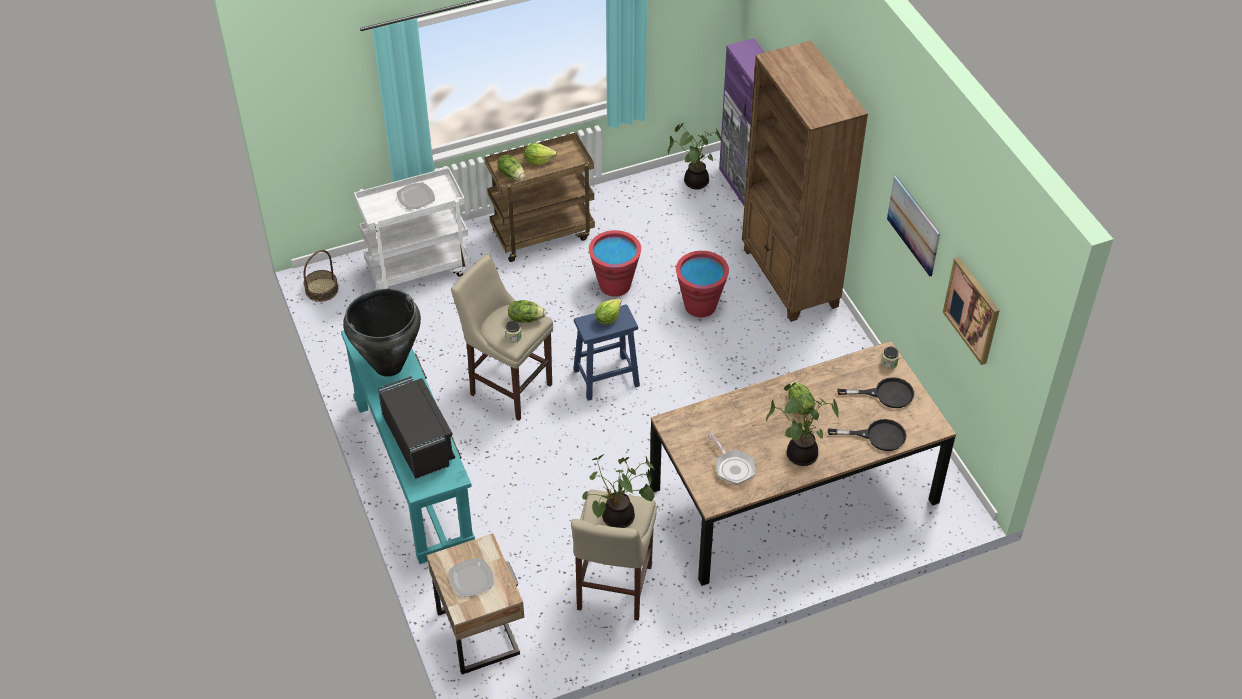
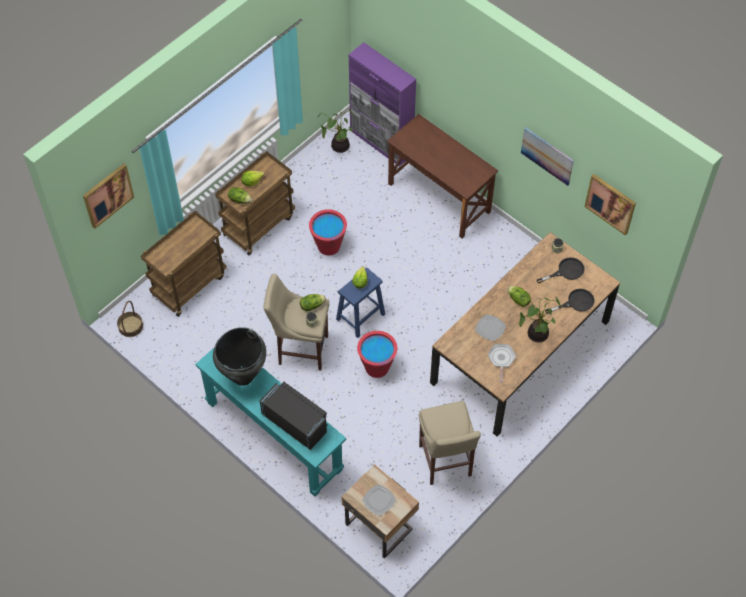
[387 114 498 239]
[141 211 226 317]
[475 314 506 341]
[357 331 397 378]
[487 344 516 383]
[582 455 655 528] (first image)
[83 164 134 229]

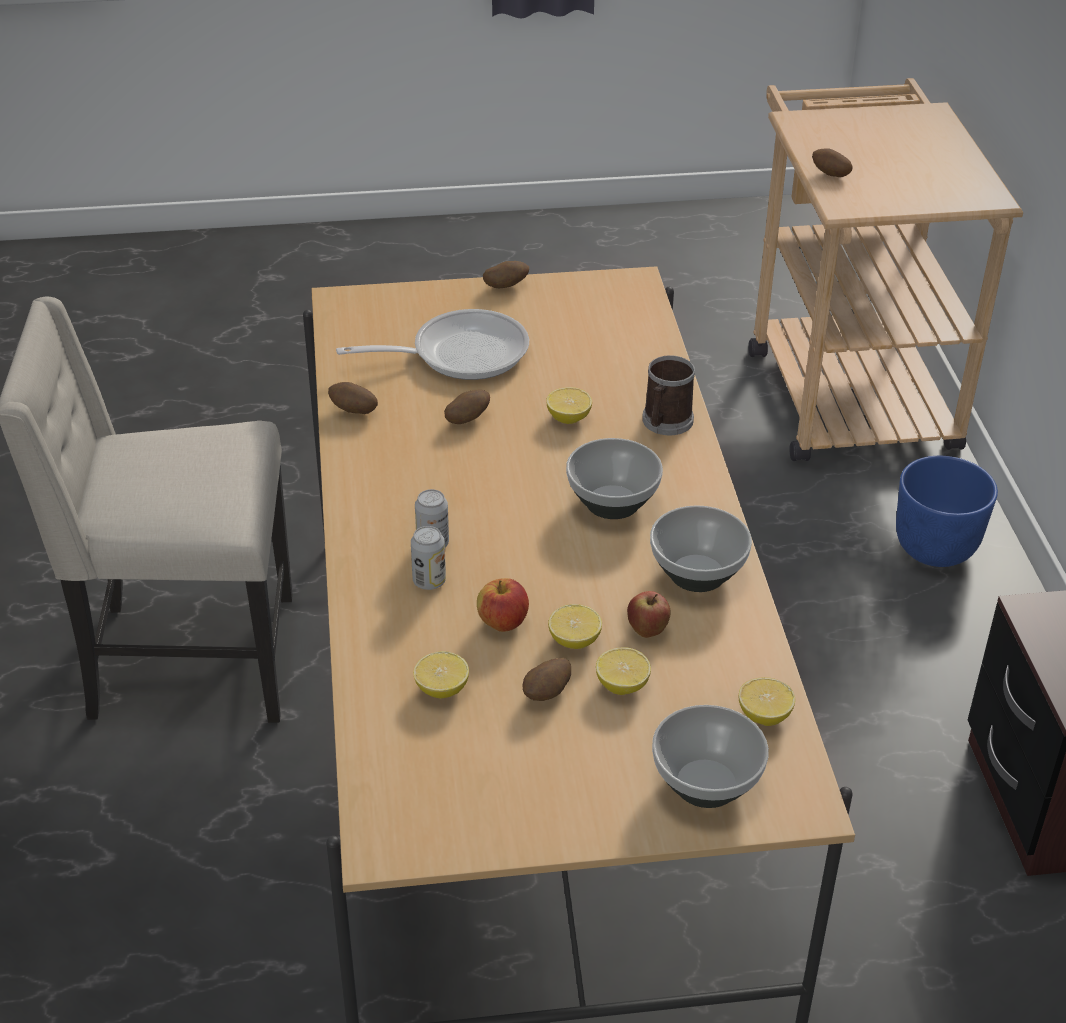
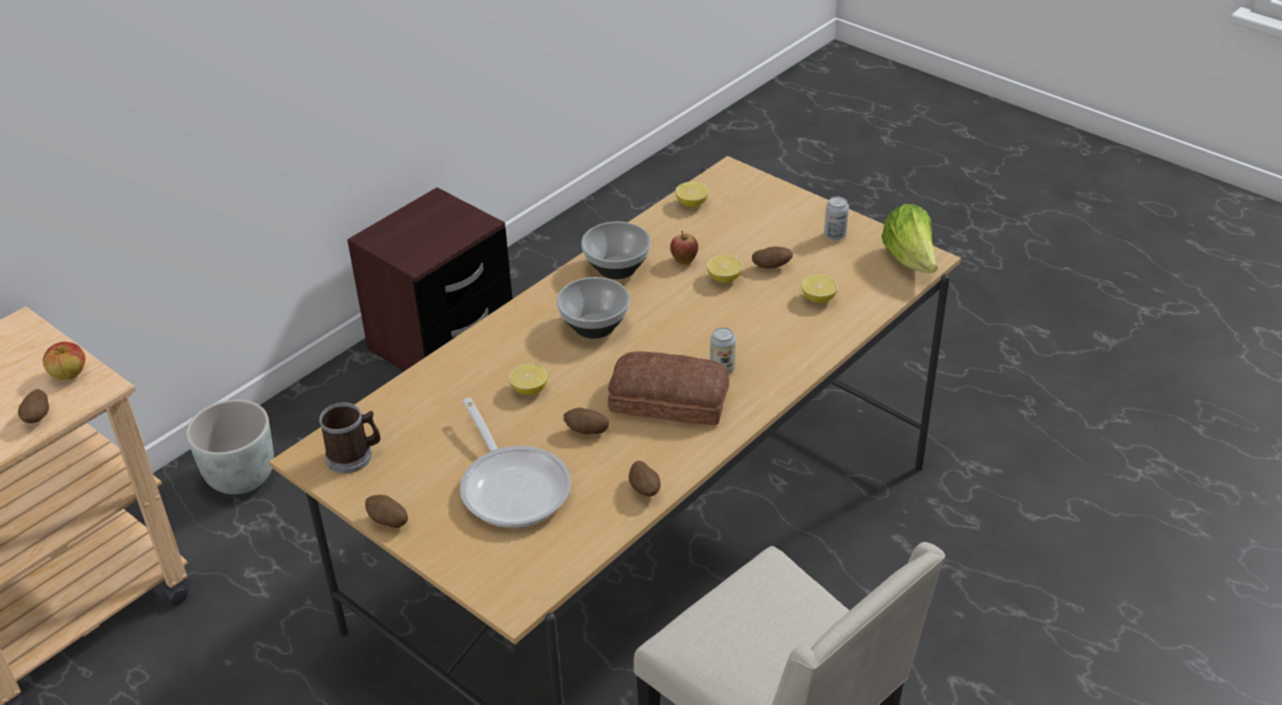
[460 398 571 528]
[319 403 380 473]
[186 399 274 494]
[824 196 849 240]
[43 342 85 380]
[596 648 651 695] (first image)
[652 705 769 808] (first image)
[882 204 938 273]
[608 351 729 425]

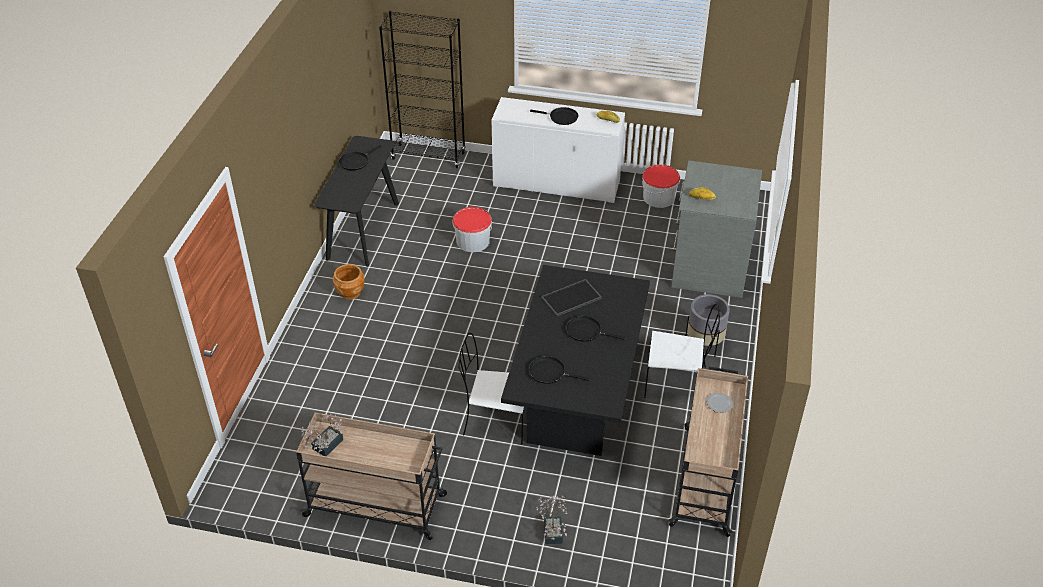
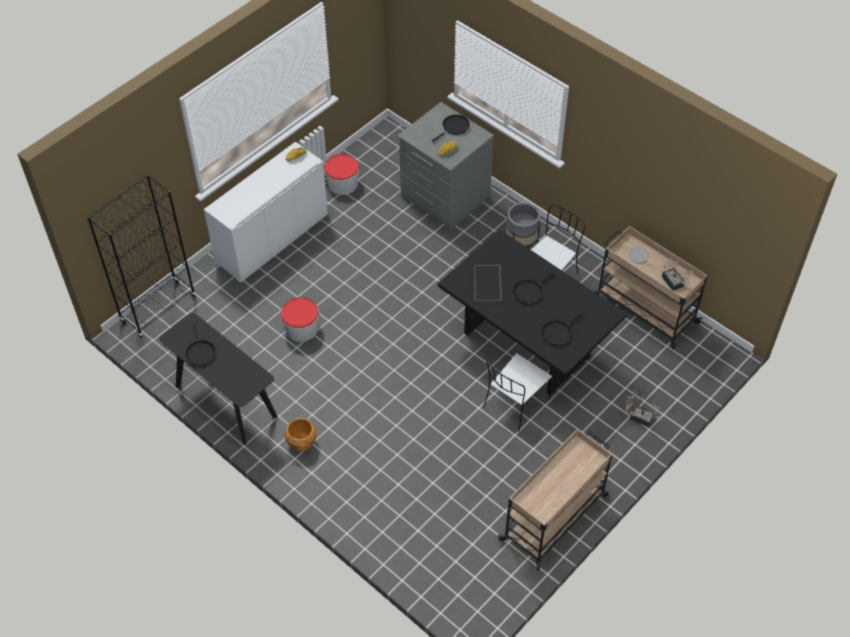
[432 114 470 142]
[660 258 694 291]

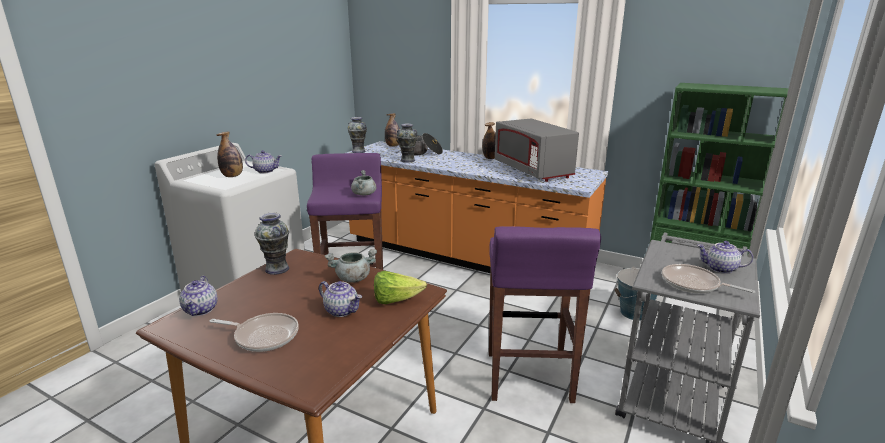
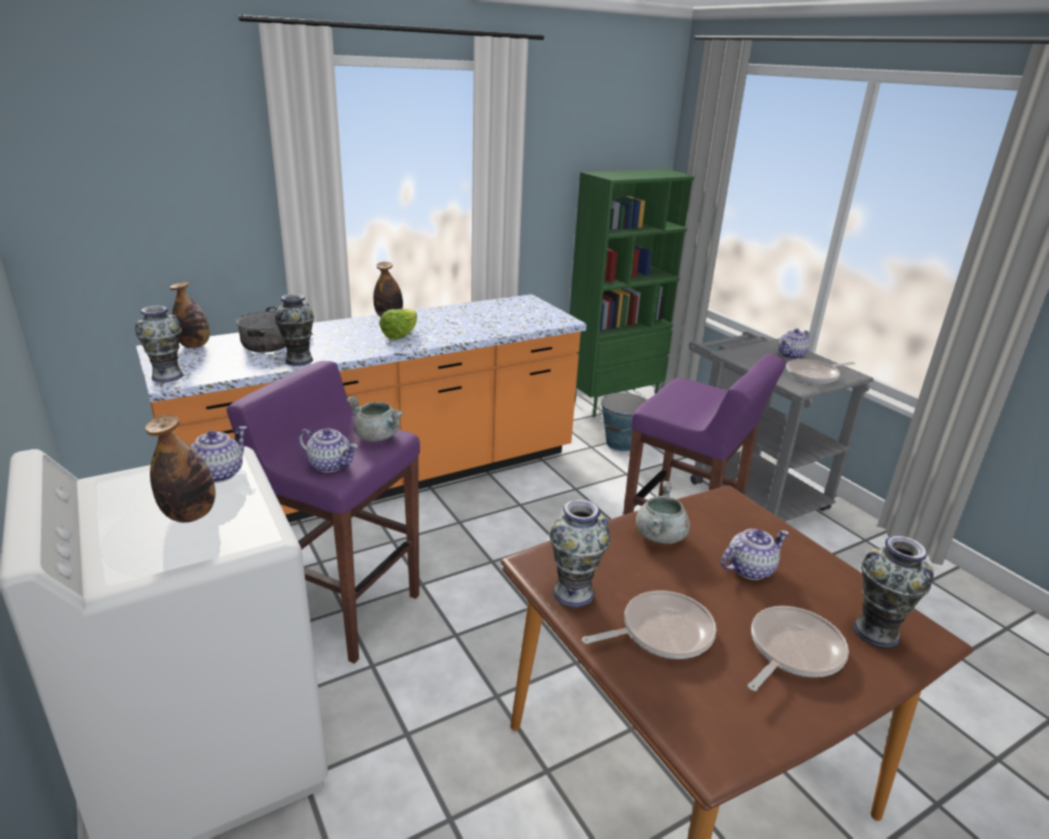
[495 119 579 182] (first image)
[379 309 417 339]
[298 428 358 472]
[853 536 934 648]
[582 591 716 659]

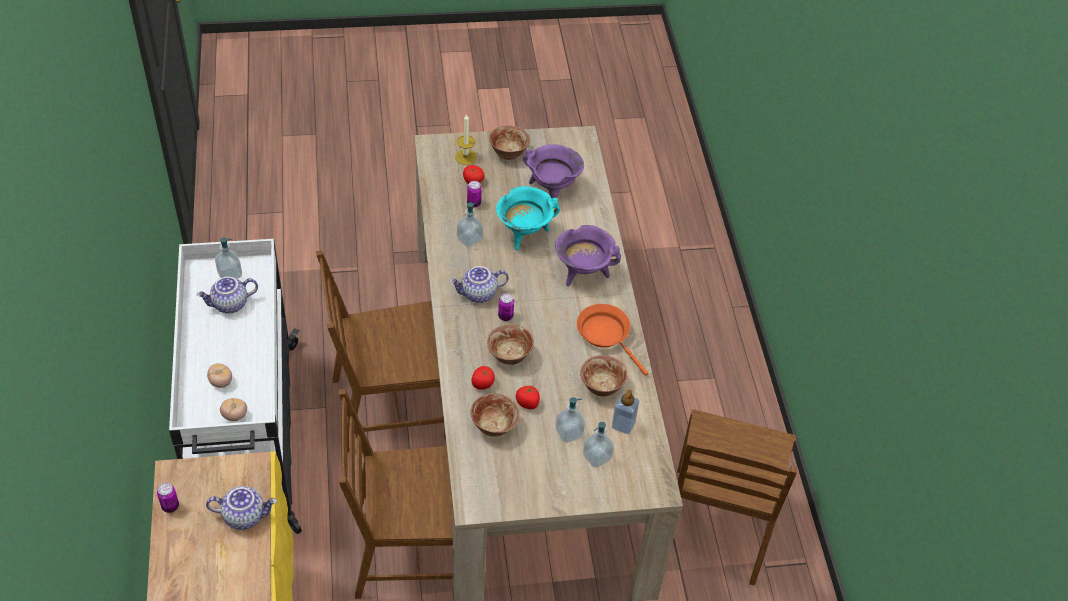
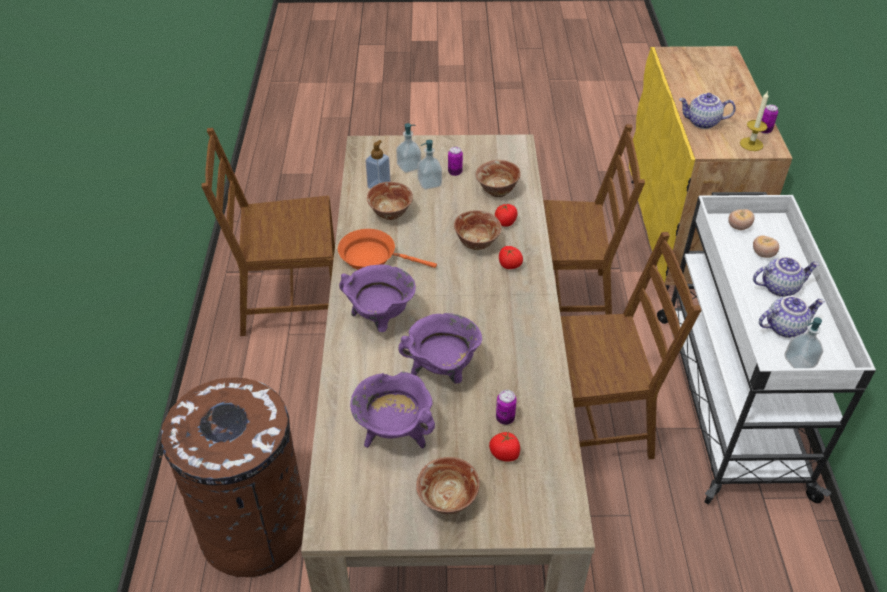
[740 91 769 151]
[398 313 482 384]
[457 202 483 247] (first image)
[753 257 819 297]
[448 147 463 176]
[338 229 437 270]
[499 246 523 269]
[201 128 335 336]
[159 377 306 577]

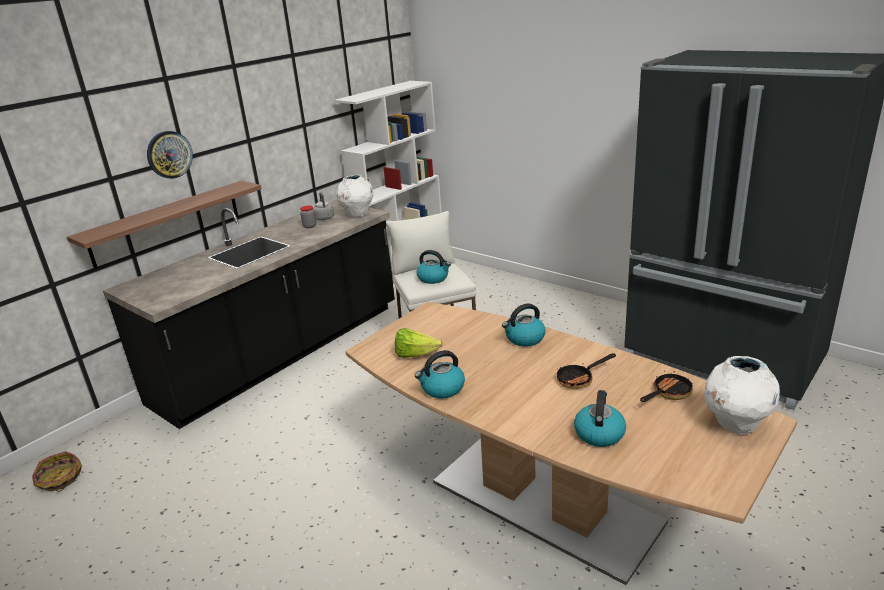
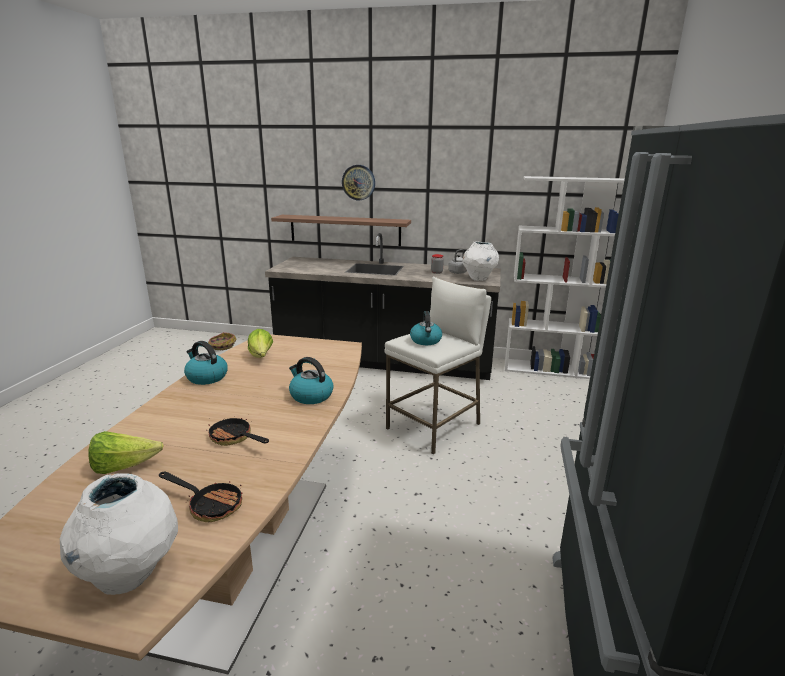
[88 431 164 474]

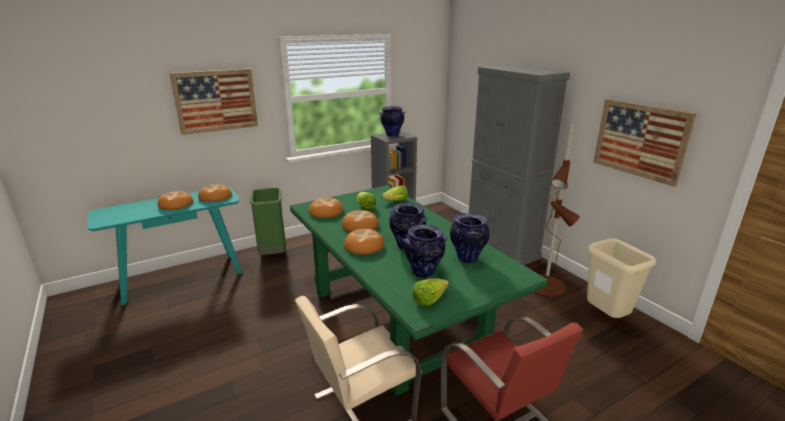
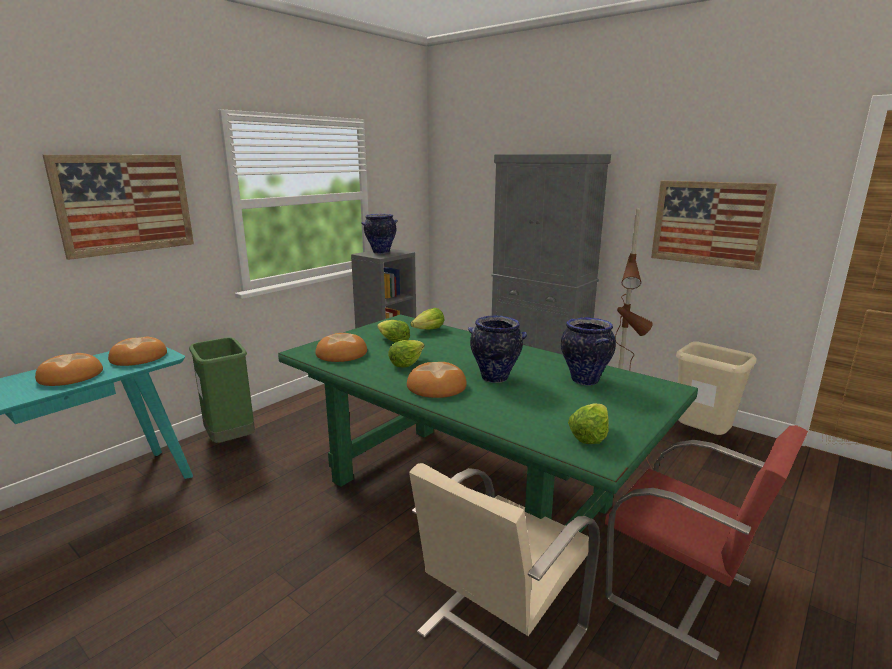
[388 340 425 368]
[403 224 447 278] (first image)

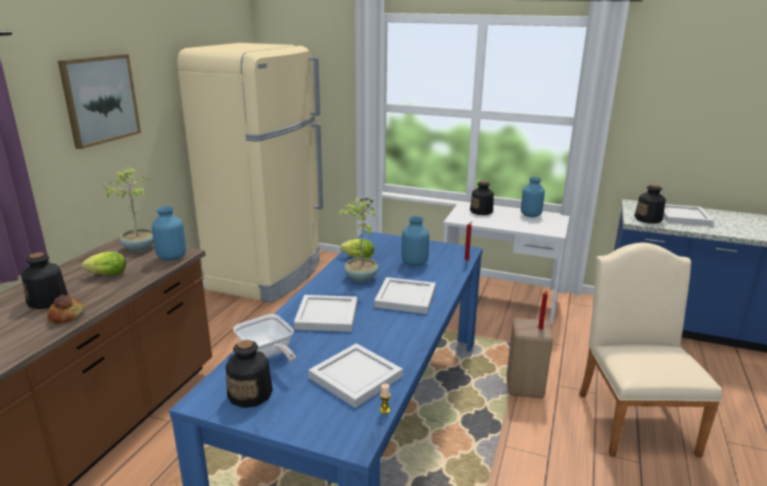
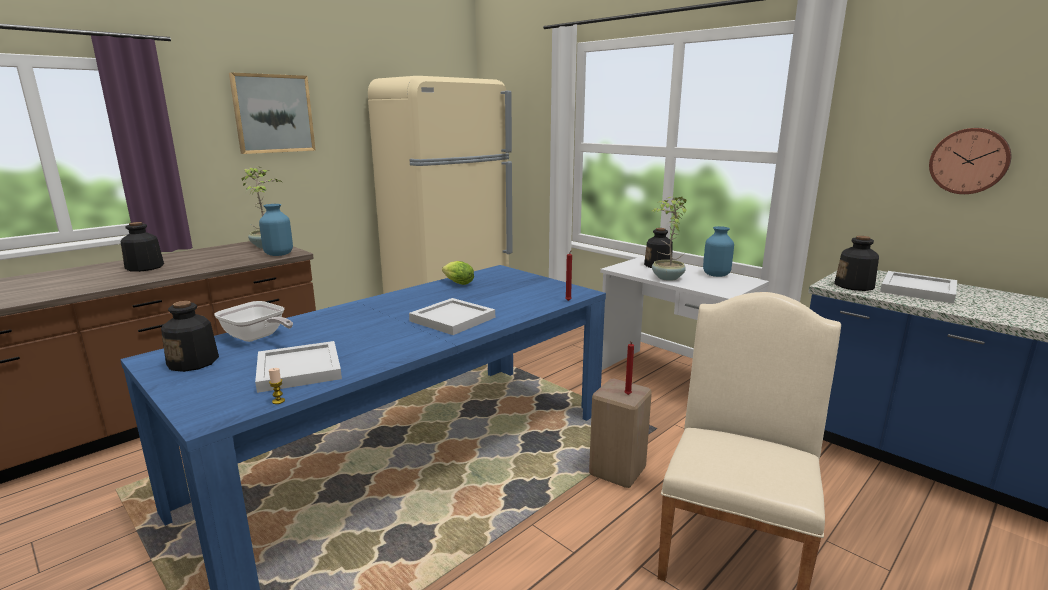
[652 197 687 281]
[401 216 429 266] (first image)
[82 251 126 275] (first image)
[47 295 84 324] (first image)
[294 295 357 332] (first image)
[214 301 293 342]
[929 128 1011 194]

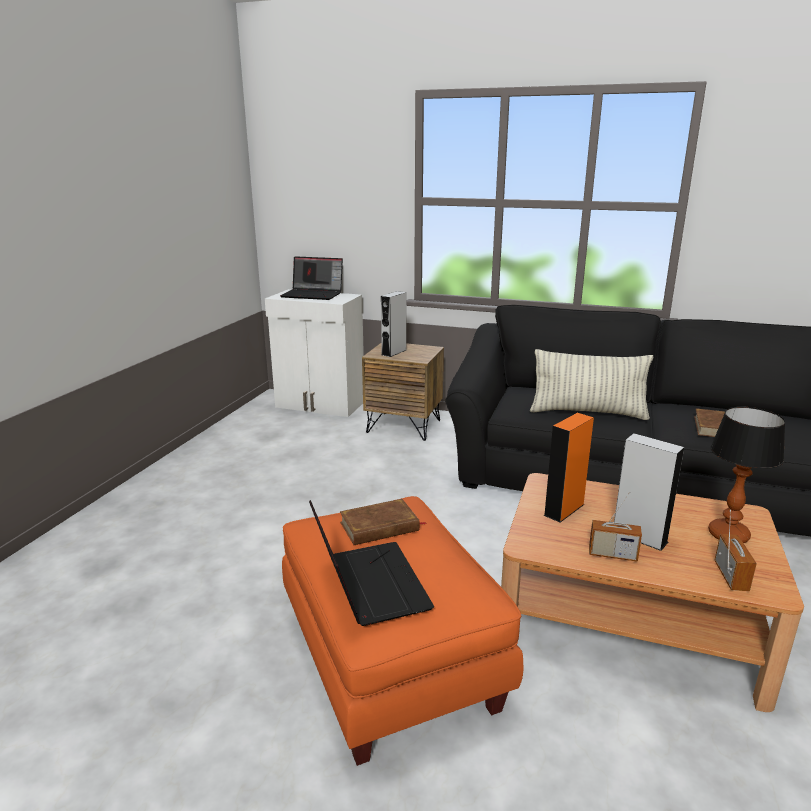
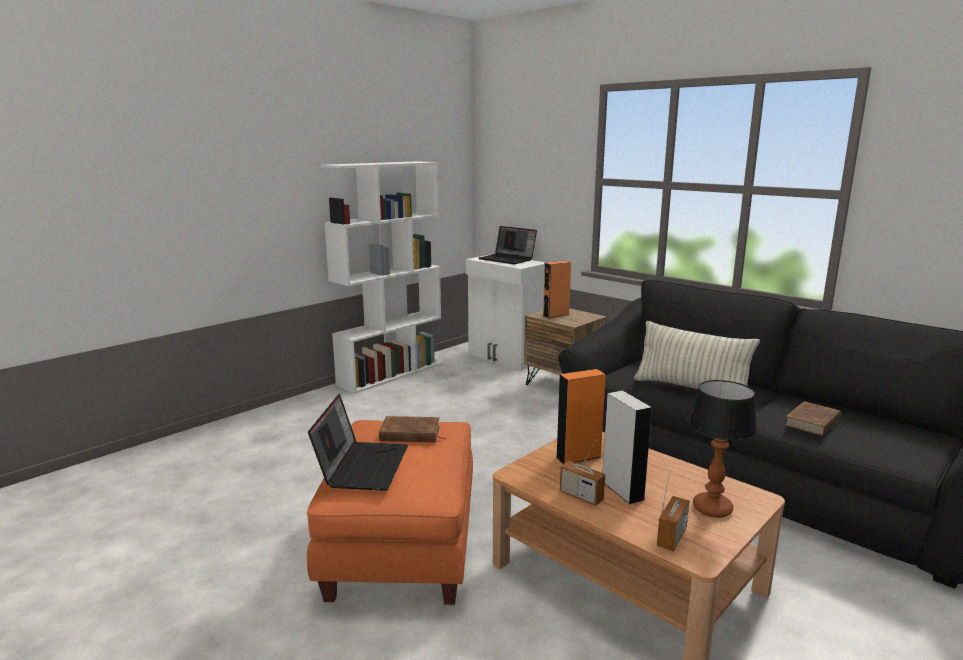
[543 261 571 318]
[320 161 442 394]

